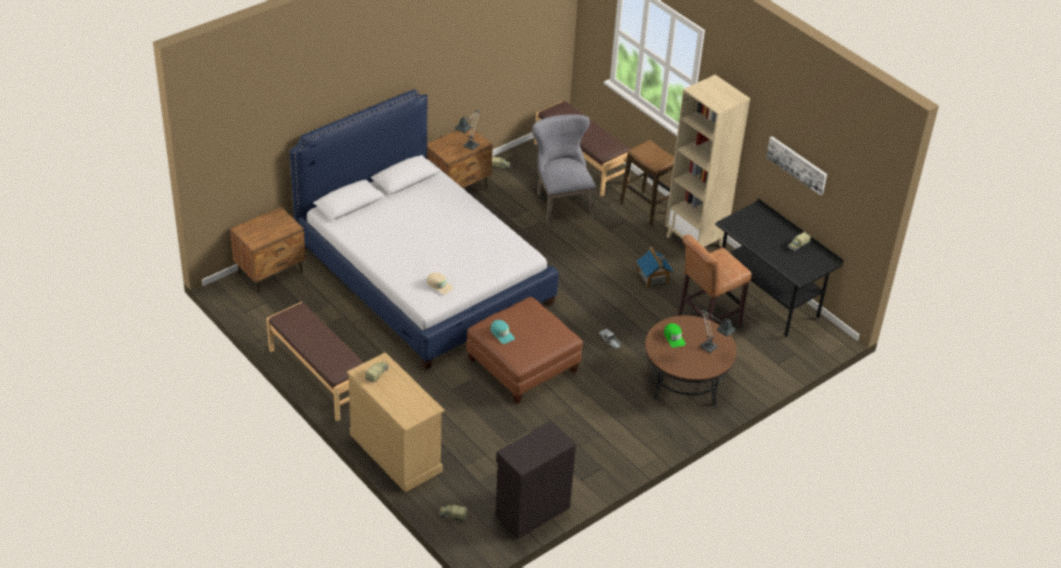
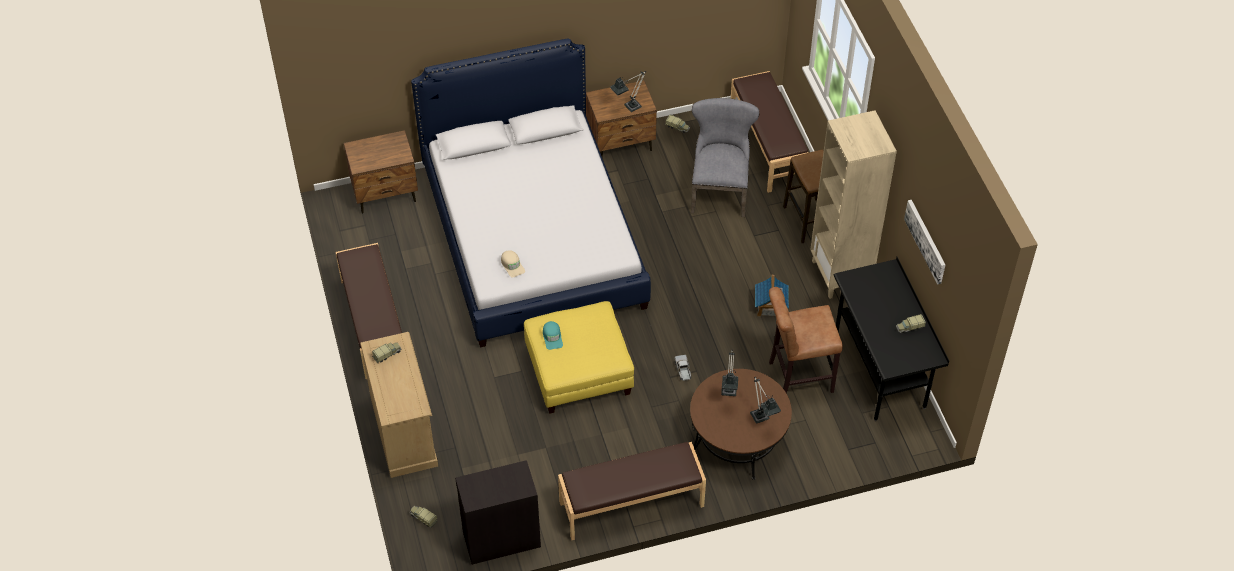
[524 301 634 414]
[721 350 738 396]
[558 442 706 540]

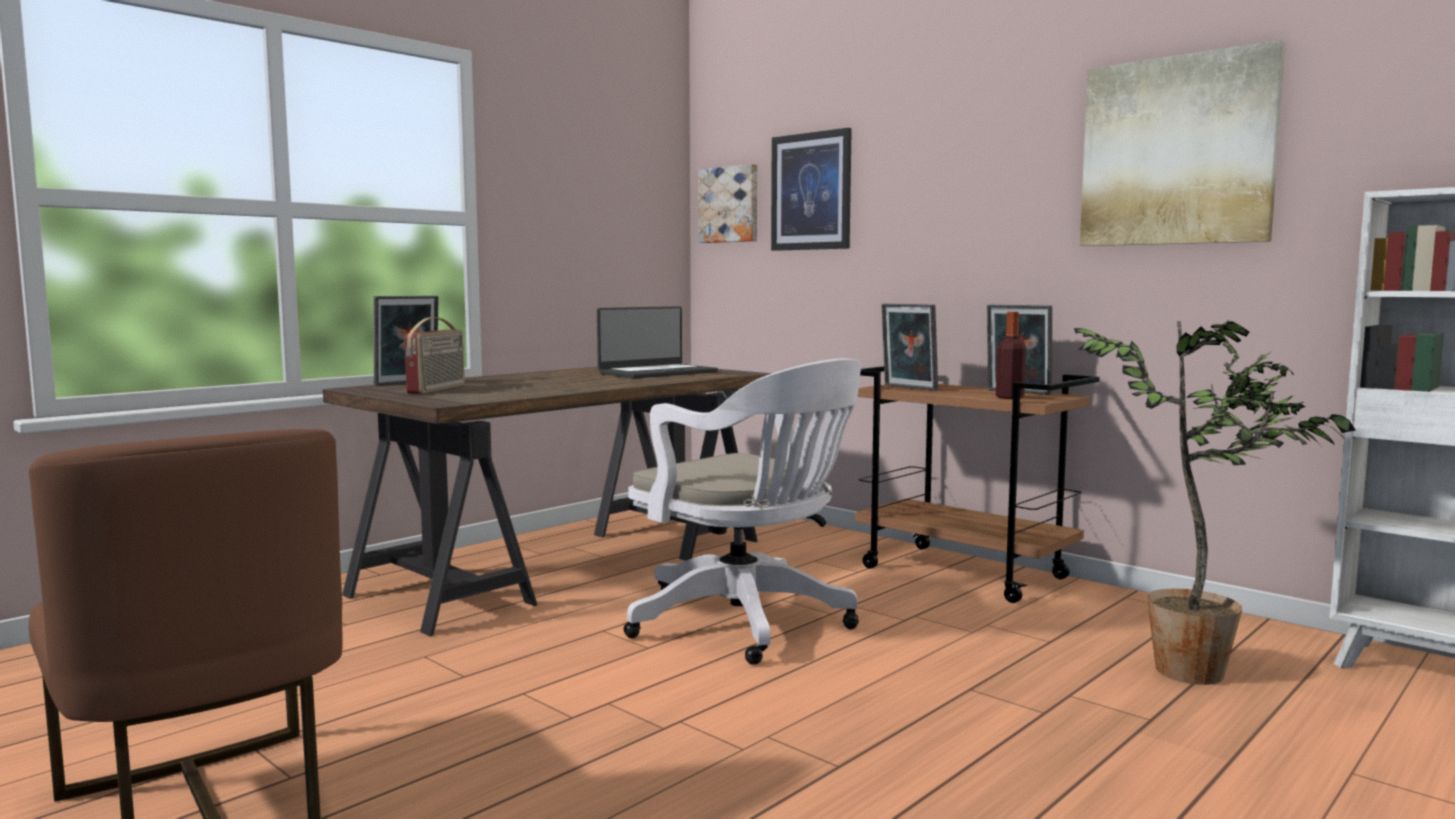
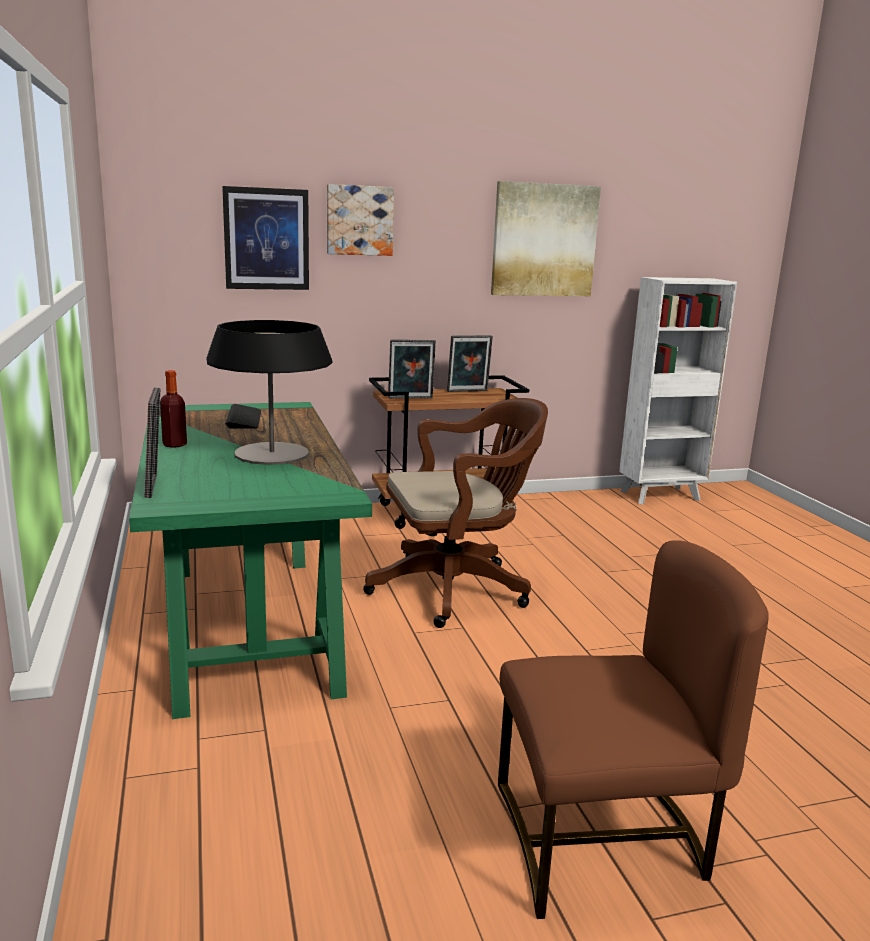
[327 184 394 256]
[225 404 261 429]
[160 370 187 448]
[404 317 465 394] (first image)
[1074 320 1356 685] (first image)
[363 398 548 628]
[129 402 372 719]
[207 320 332 465]

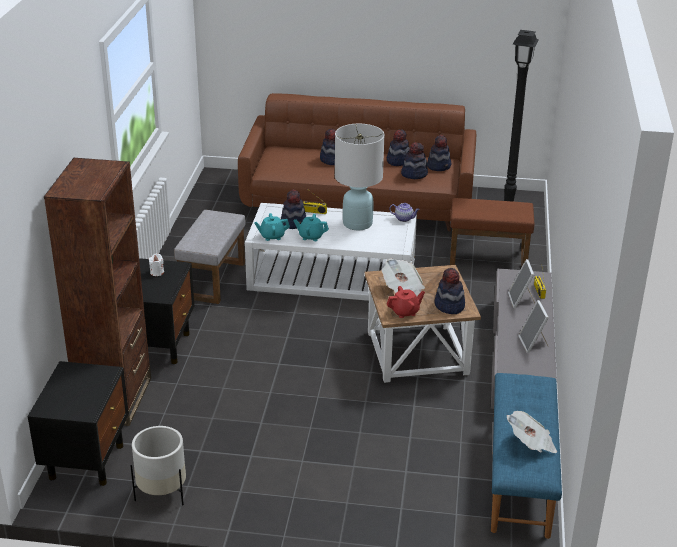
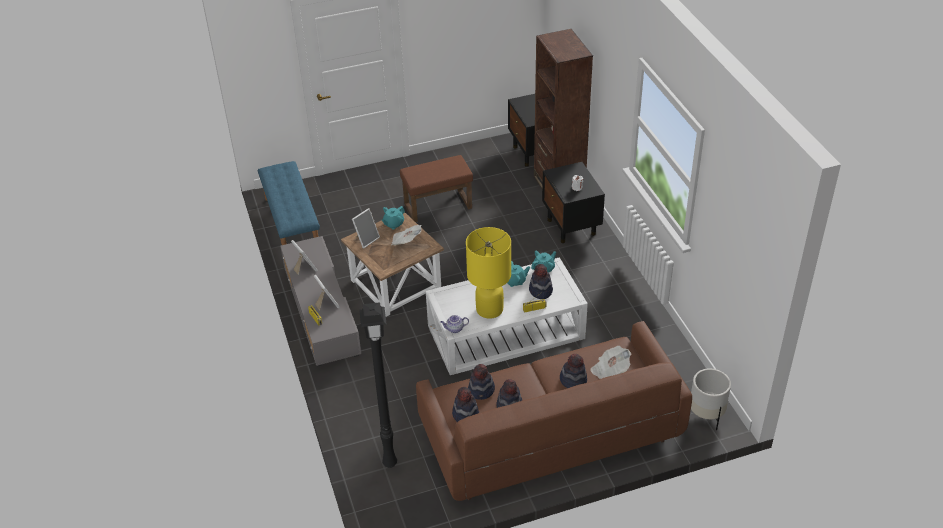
[466 227 511 319]
[400 155 473 222]
[174 210 245 304] (first image)
[352 208 380 248]
[382 206 405 230]
[590 346 631 379]
[691 368 731 430]

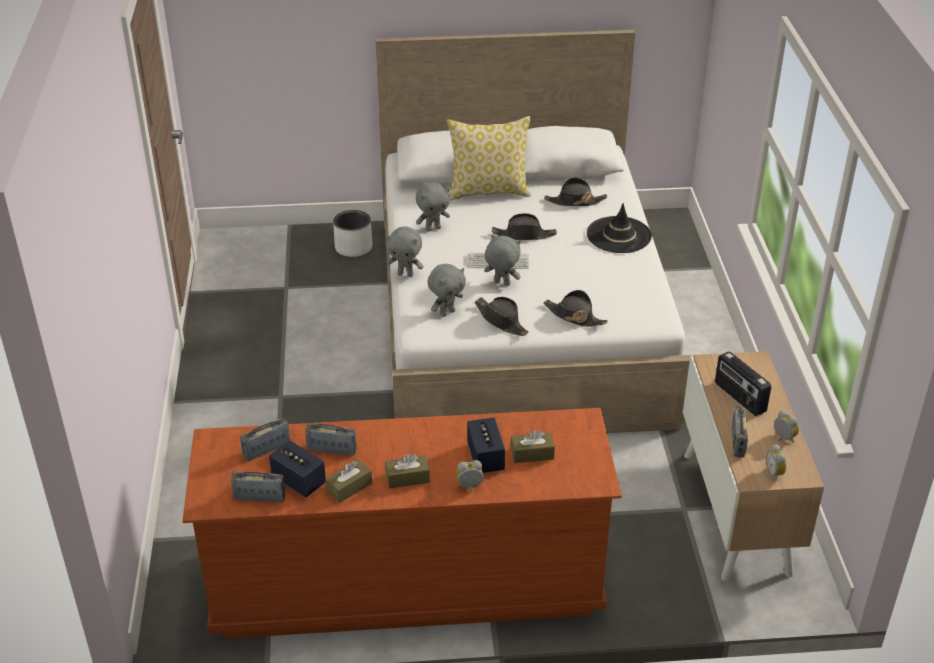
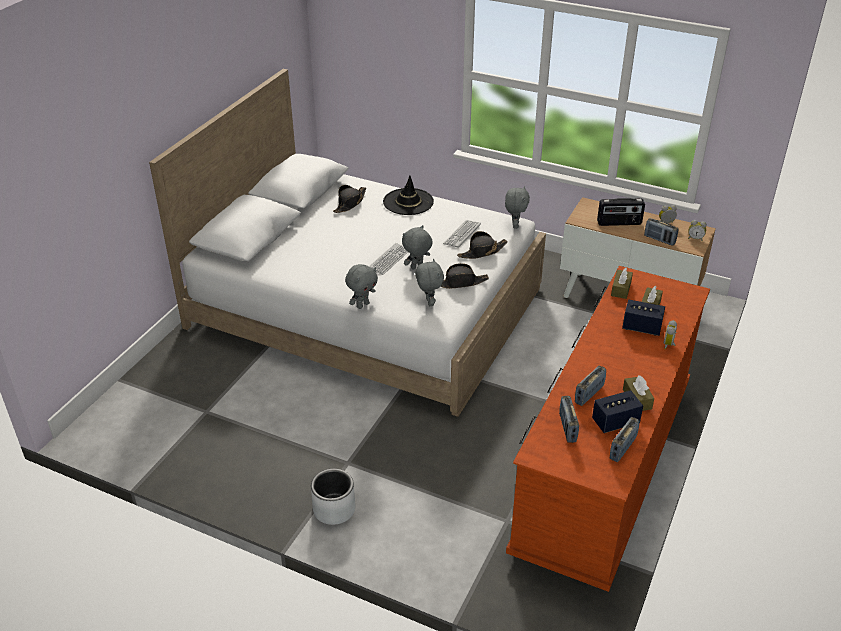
[447 116 531 200] (first image)
[505 186 530 229]
[311 469 355 525]
[492 213 557 240] (first image)
[611 268 633 299]
[443 220 481 248]

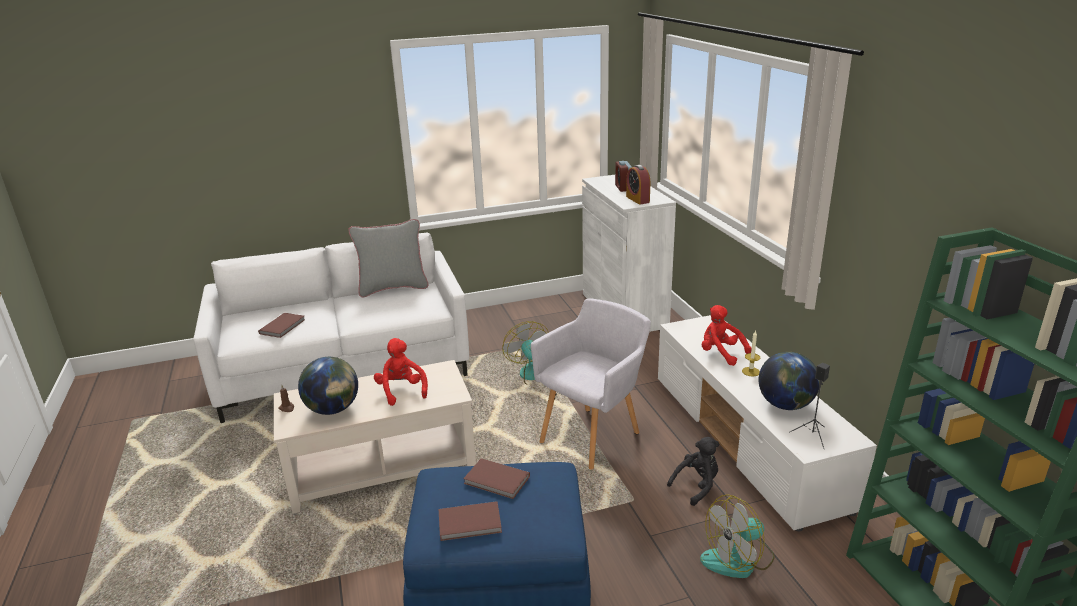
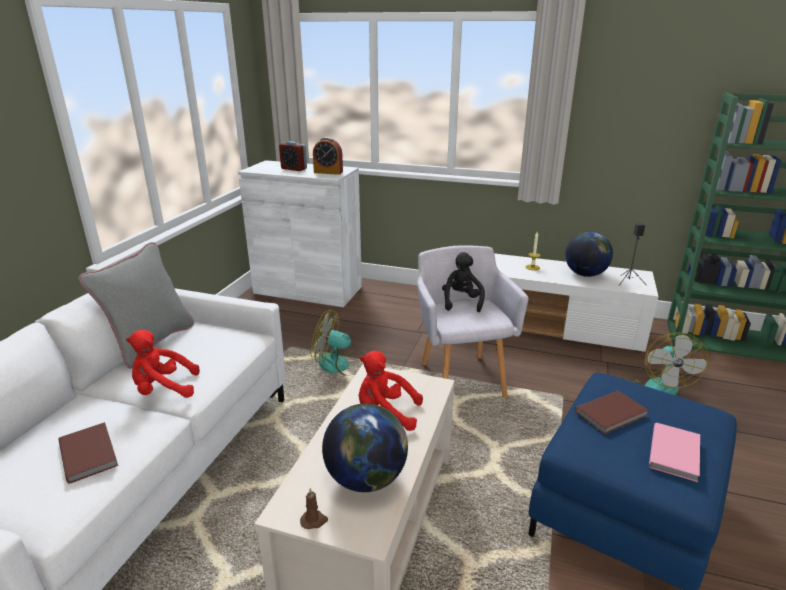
[126 330 200 398]
[442 252 485 312]
[649 423 700 482]

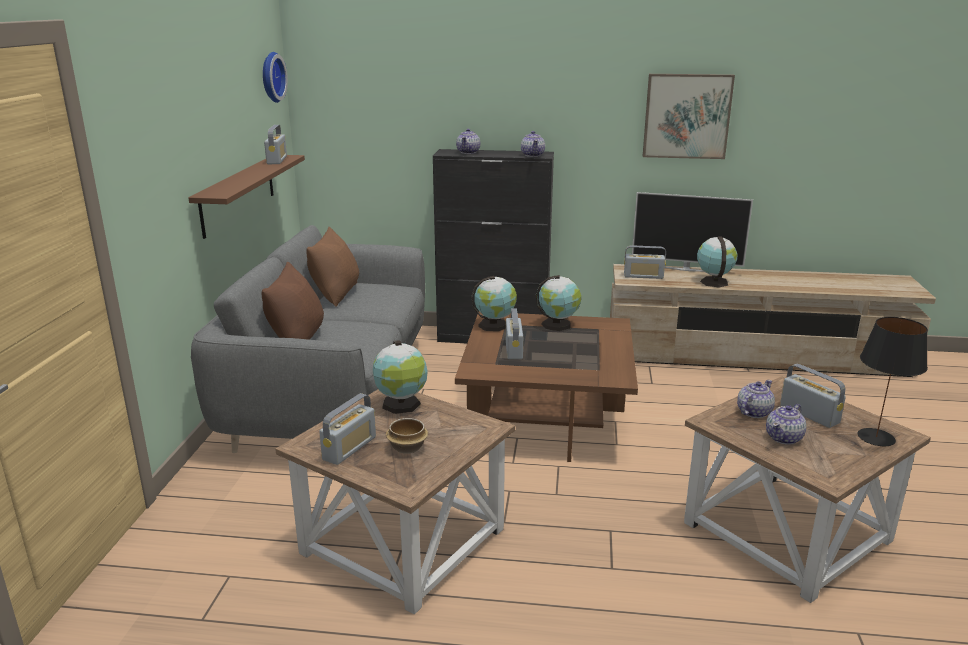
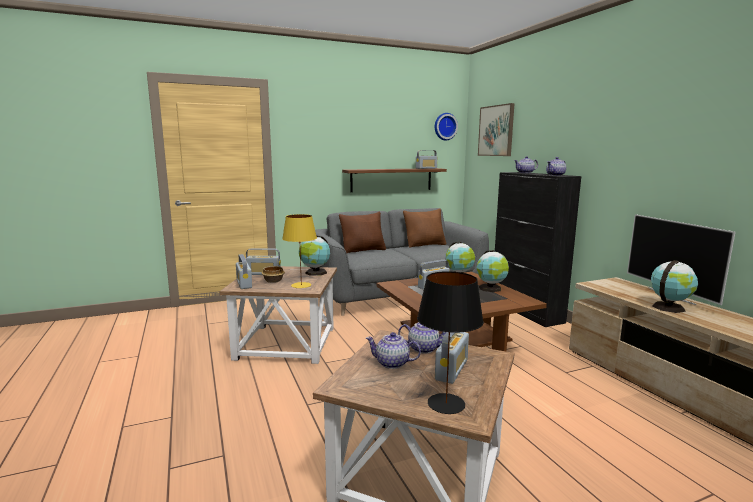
[478 103 515 156]
[236 254 252 289]
[282 214 317 288]

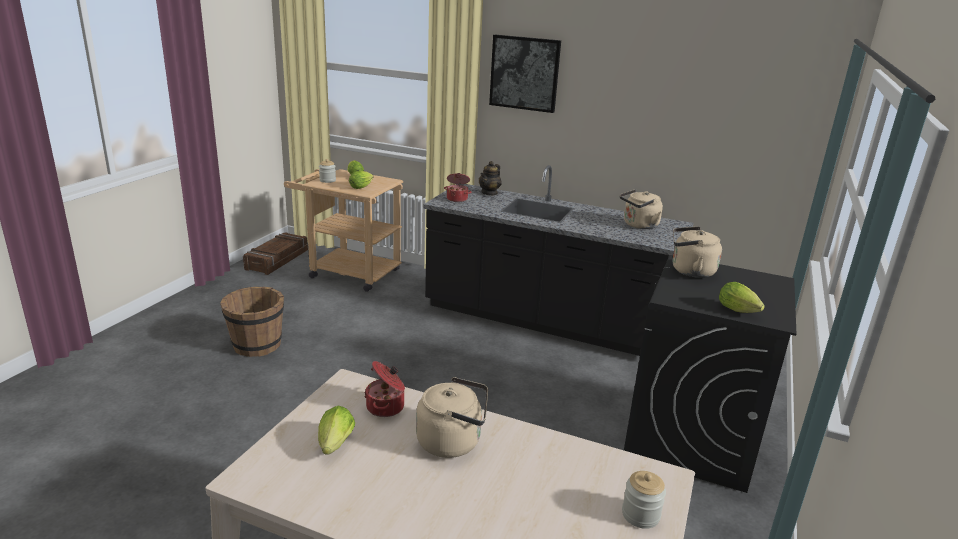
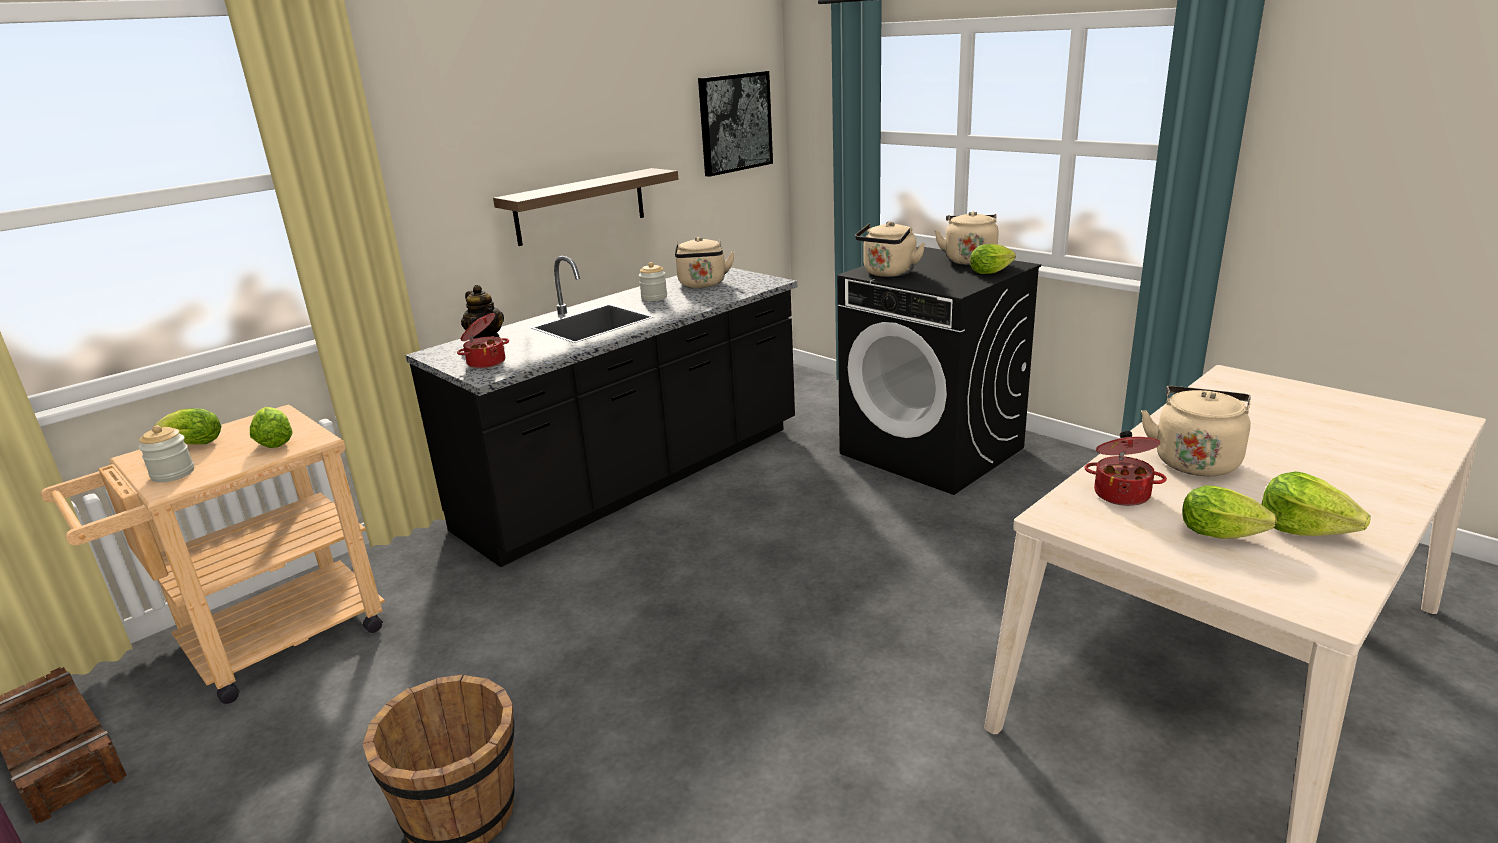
[698 71 773 177]
[639 262 667 301]
[493 168 678 246]
[934 211 999 265]
[1261 471 1371 536]

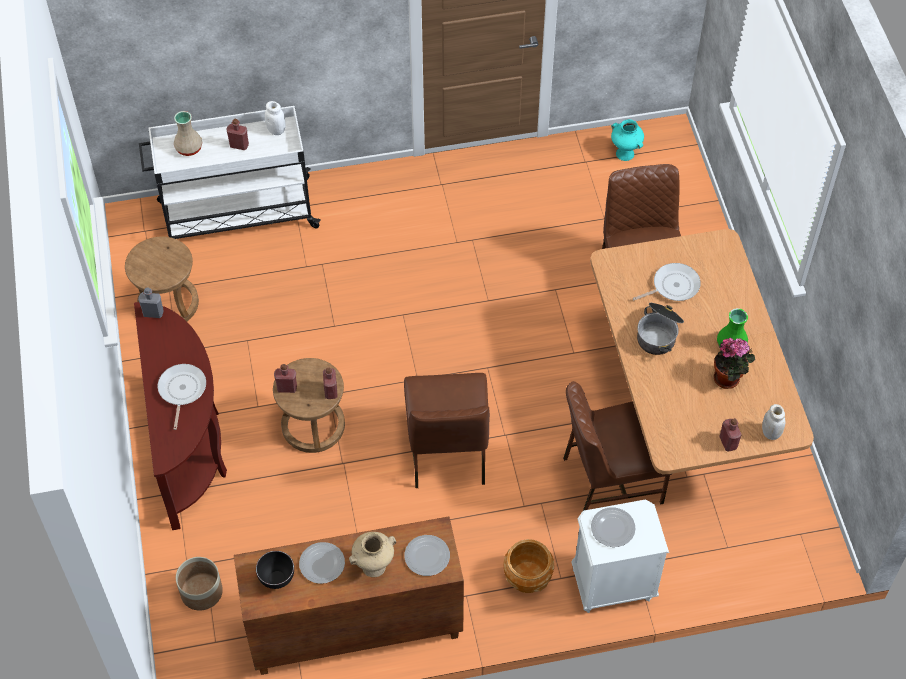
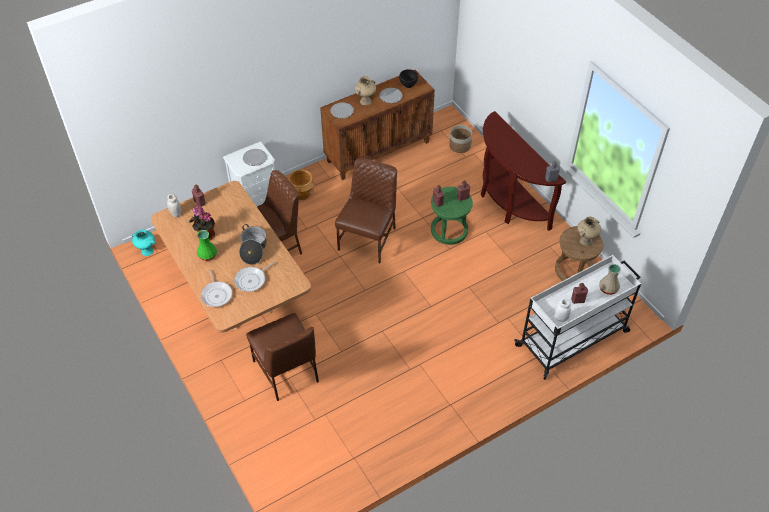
[132 229 156 256]
[431 187 473 245]
[201 269 232 307]
[335 158 397 263]
[577 217 601 246]

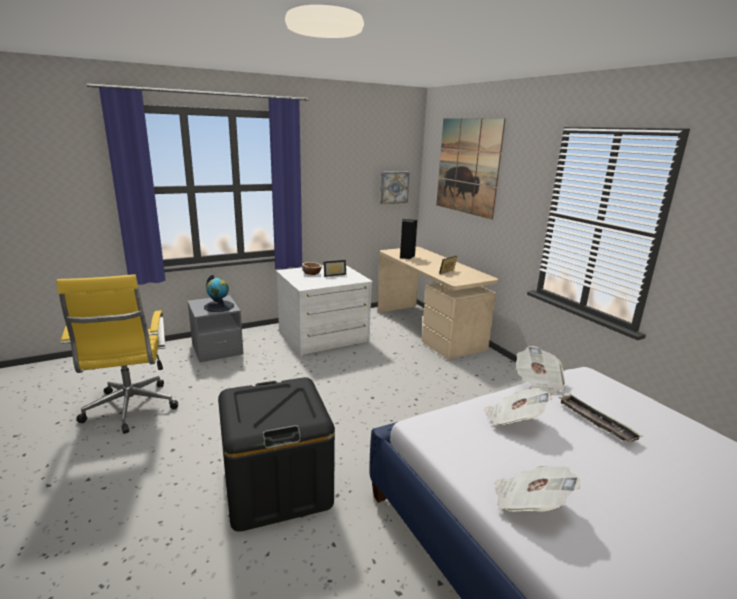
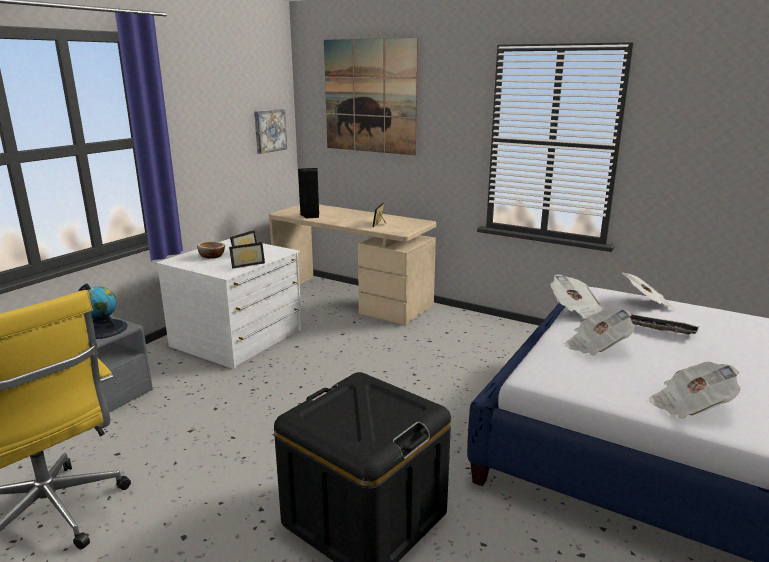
[229 242 265 269]
[621 272 676 309]

